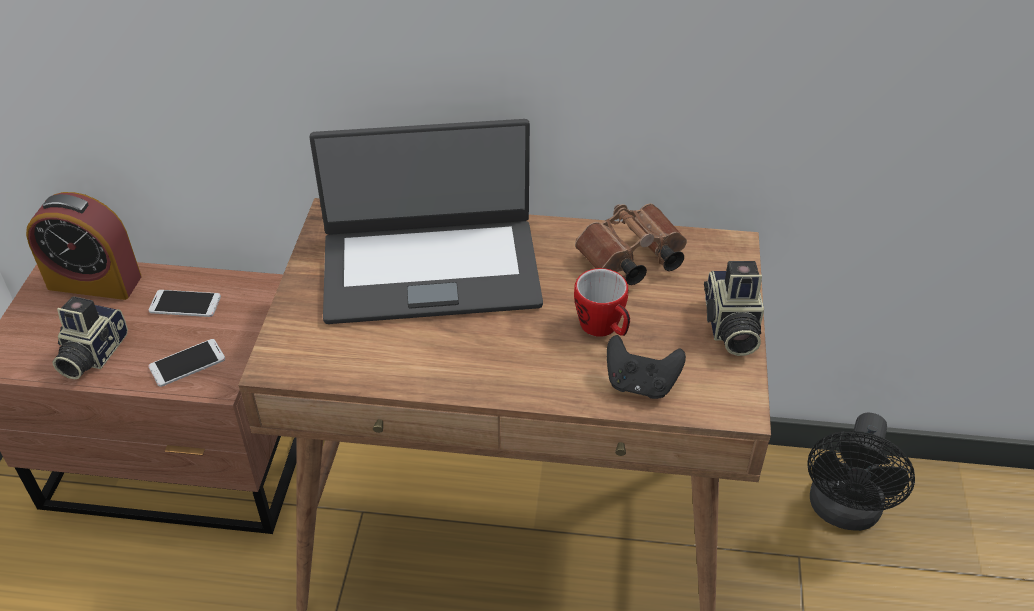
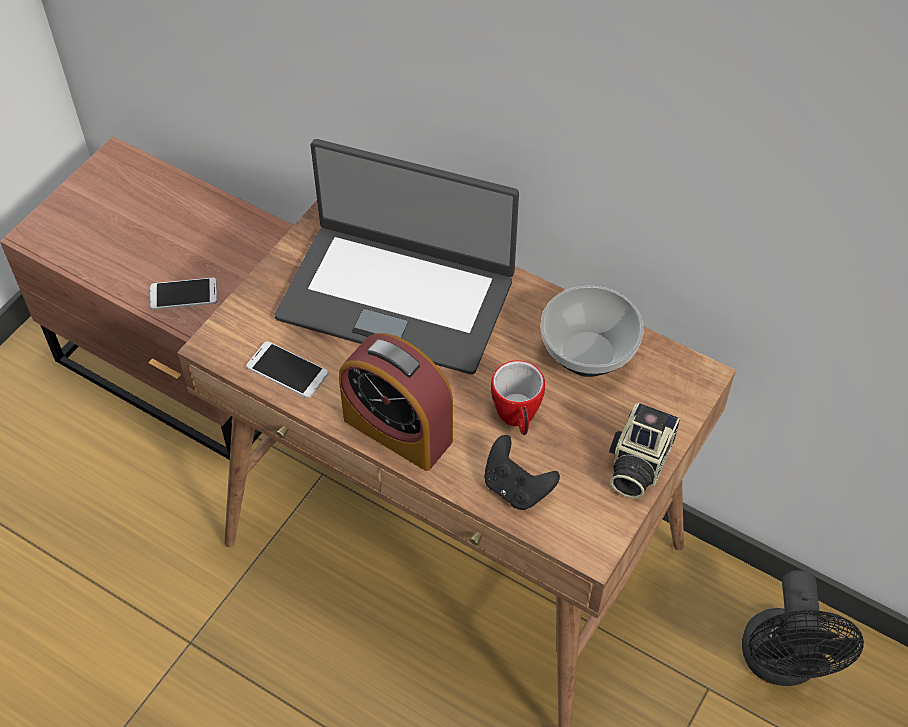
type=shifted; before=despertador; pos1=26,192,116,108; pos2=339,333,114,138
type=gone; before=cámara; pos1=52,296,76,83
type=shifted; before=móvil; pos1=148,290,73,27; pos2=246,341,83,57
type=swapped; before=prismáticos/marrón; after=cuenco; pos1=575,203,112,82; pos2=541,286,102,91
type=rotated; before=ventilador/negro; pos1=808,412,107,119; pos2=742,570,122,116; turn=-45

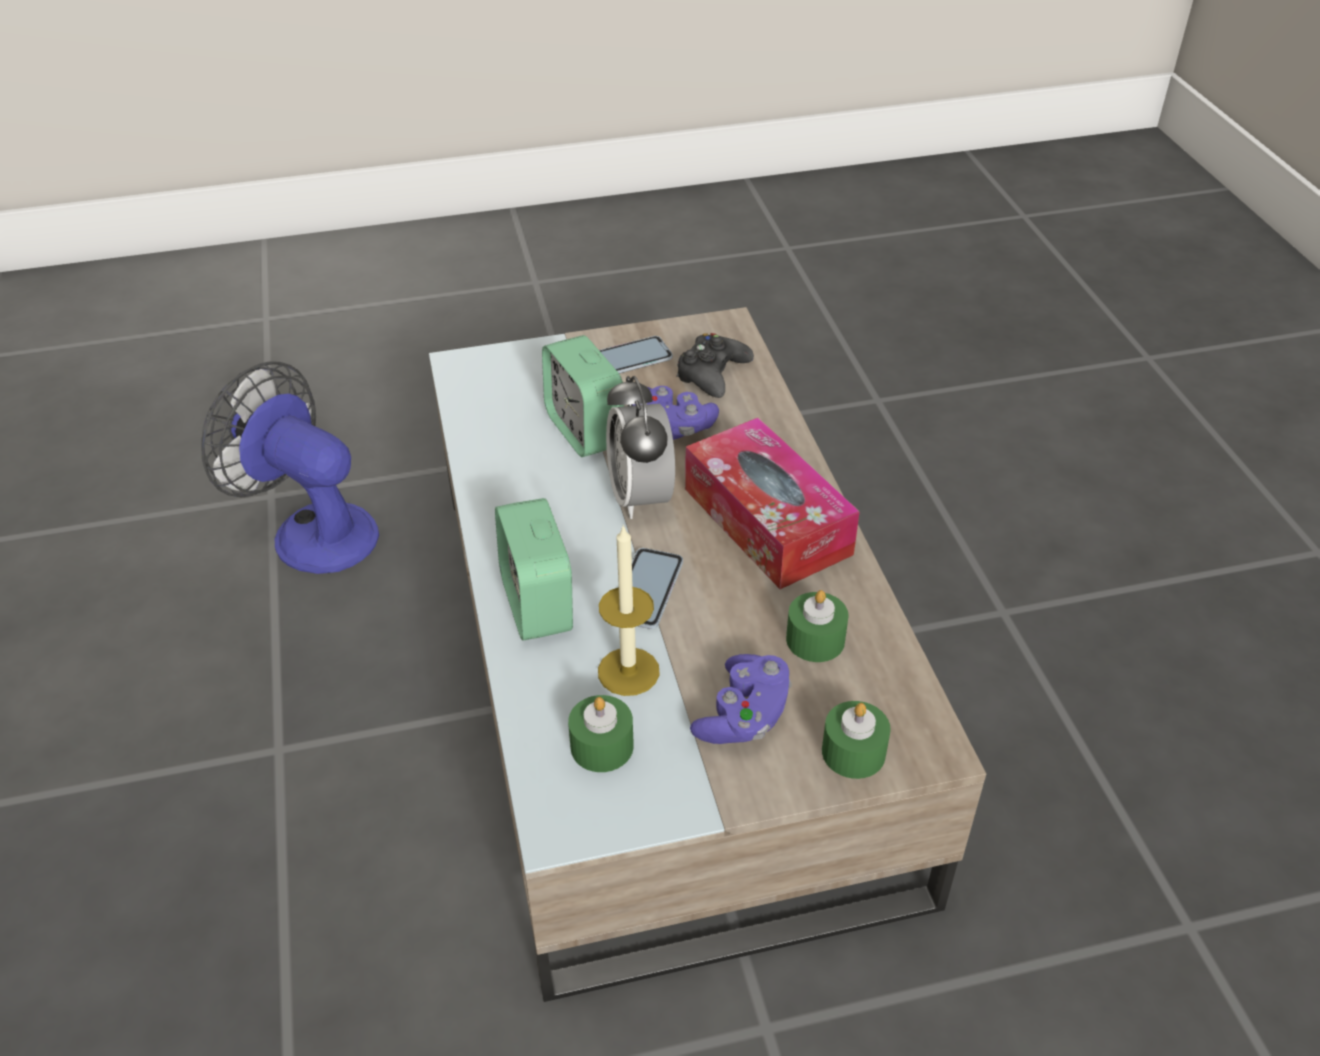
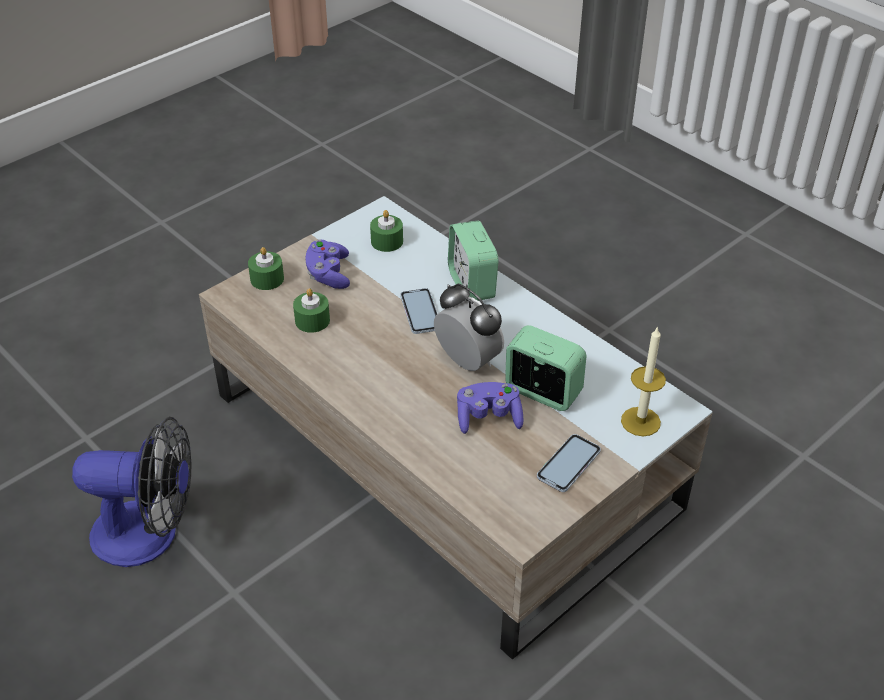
type=shifted; before=ventilador; pos1=201,361,178,213; pos2=72,417,120,150
type=rotated; before=despertador; pos1=495,498,78,143; pos2=448,221,51,80; turn=-150
type=shifted; before=vela; pos1=598,525,62,171; pos2=621,326,45,110
type=gone; before=mando de consola/negro; pos1=676,333,78,65
type=gone; before=caja de pañuelos; pos1=685,417,175,172

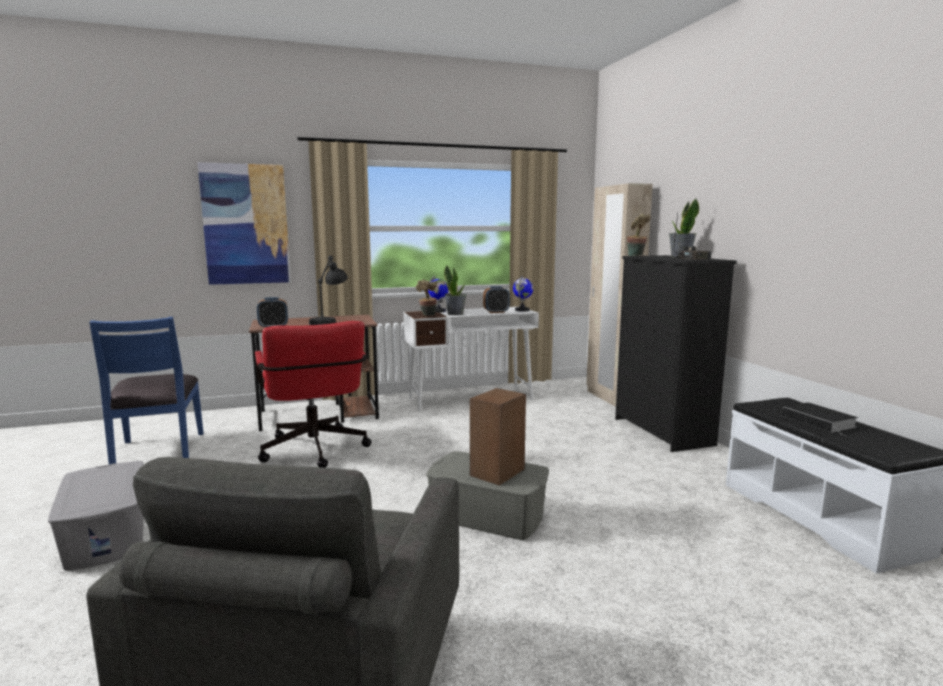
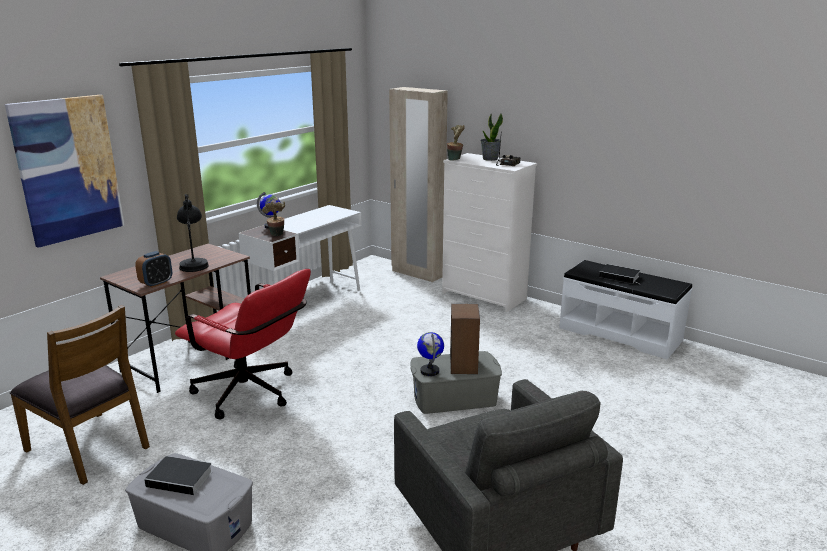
type=repainted; before=silla/azul; after=silla/marrón; pos1=89,317,115,147; pos2=10,305,140,180
type=gone; before=planta en maceta; pos1=444,265,23,50
type=gone; before=despertador; pos1=483,286,27,27
type=shifted; before=globo terráqueo; pos1=513,276,20,35; pos2=417,332,27,44
type=repainted; before=cómoda/negro; after=cómoda/blanco; pos1=615,255,121,197; pos2=442,153,95,159
type=new; after=libro; pos2=144,456,69,39

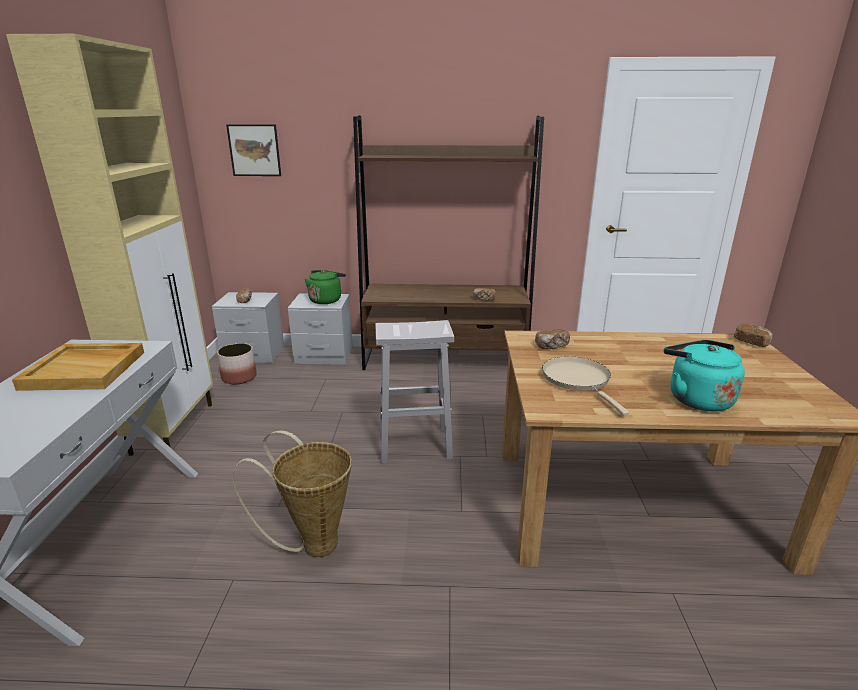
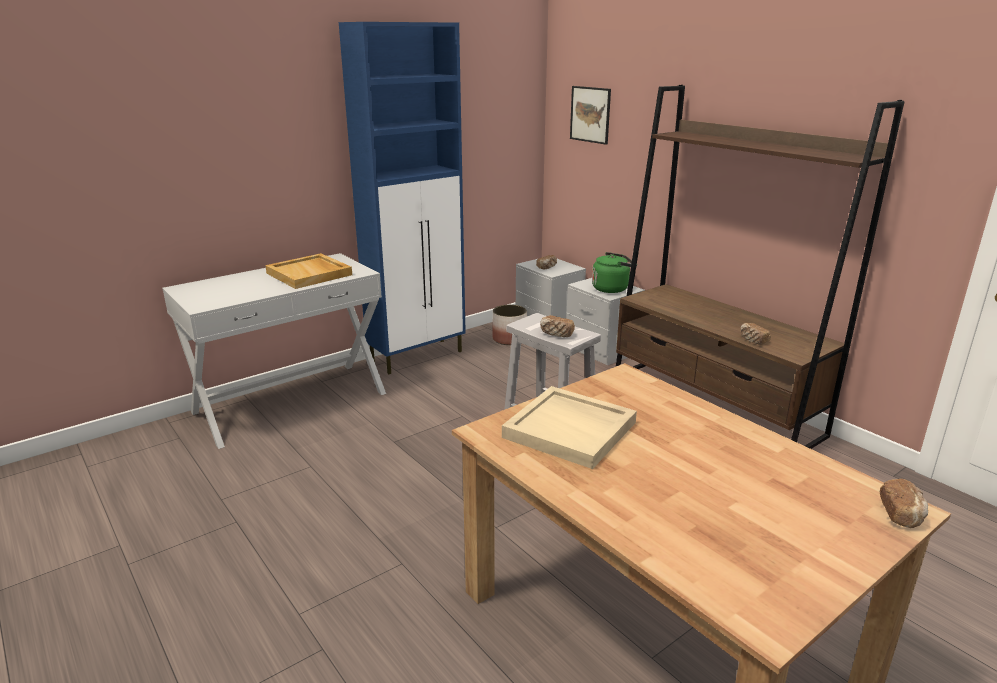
type=repainted; before=armario/beis; after=armario/azul; pos1=6,34,207,422; pos2=339,22,127,352
type=gone; before=cesta; pos1=233,430,119,127
type=shifted; before=pan; pos1=535,329,35,20; pos2=540,315,35,22
type=swapped; before=sartén/beis; after=bandeja/beis; pos1=542,356,87,59; pos2=502,386,135,83
type=gone; before=hervidor/turquesa; pos1=664,340,81,71

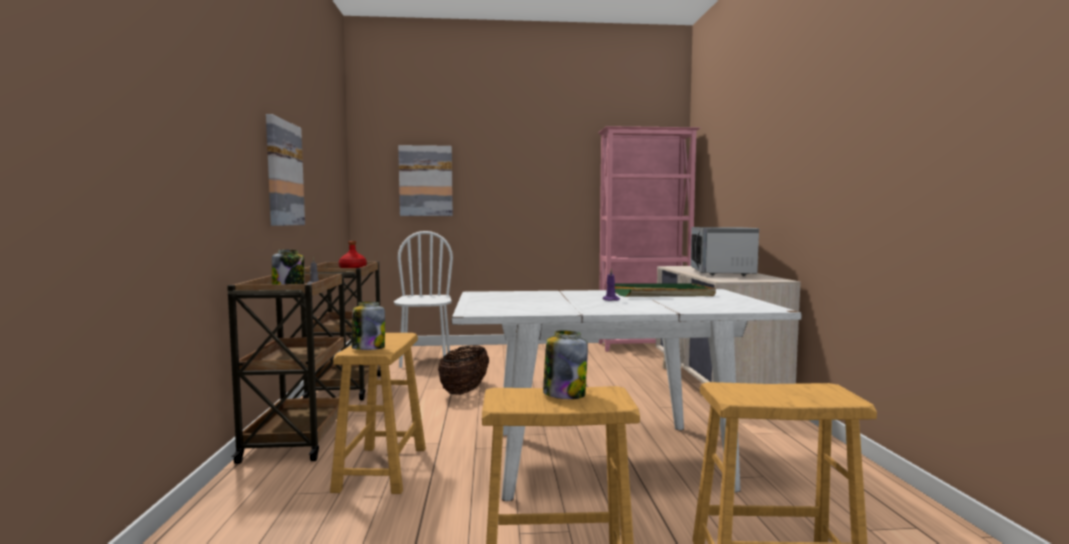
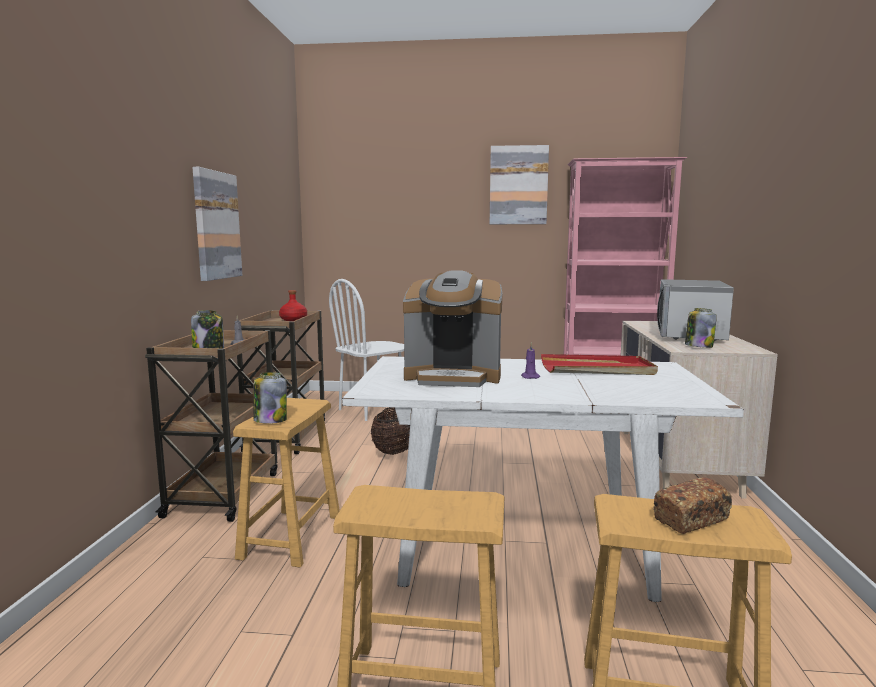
type=rotated; before=silla/blanco; pos1=394,231,59,137; pos2=329,279,75,142; turn=-135
type=shifted; before=cuadro; pos1=398,145,55,71; pos2=490,145,59,79
type=shifted; before=tarro; pos1=543,330,45,69; pos2=685,308,32,40
type=repainted; before=bandeja/verde; after=bandeja/rojo; pos1=615,283,101,14; pos2=541,354,117,21
type=new; after=cafetera; pos2=403,270,99,117
type=new; after=pan; pos2=653,477,79,57

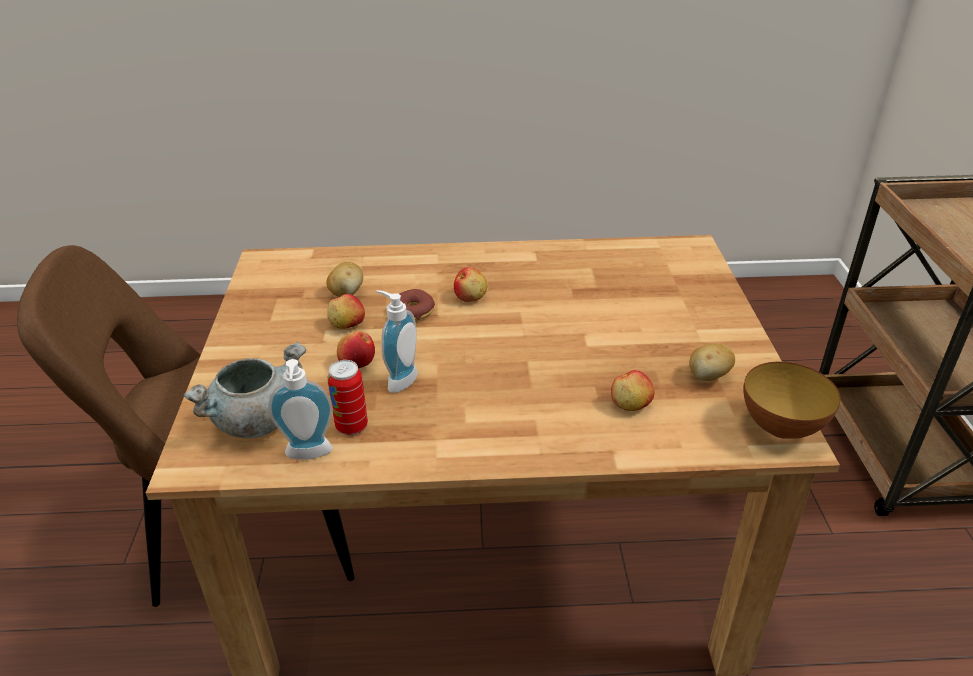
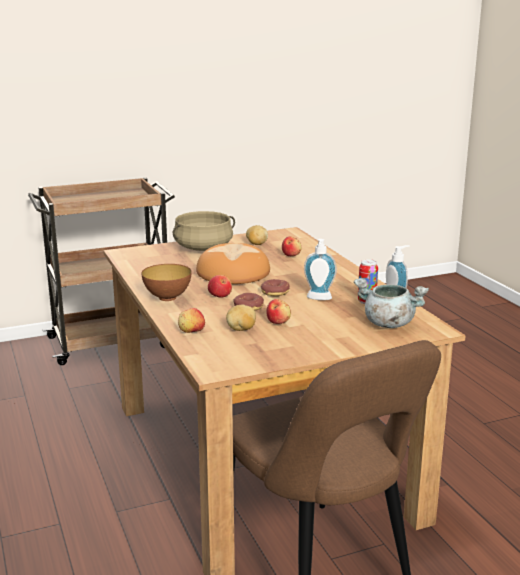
type=shifted; before=manzana; pos1=337,331,38,37; pos2=178,308,27,25
type=shifted; before=cuenco; pos1=743,362,98,77; pos2=141,264,51,37
type=new; after=olla/beis; pos2=173,211,62,40
type=new; after=pan; pos2=196,243,74,41
type=new; after=rosquilla; pos2=261,279,29,17

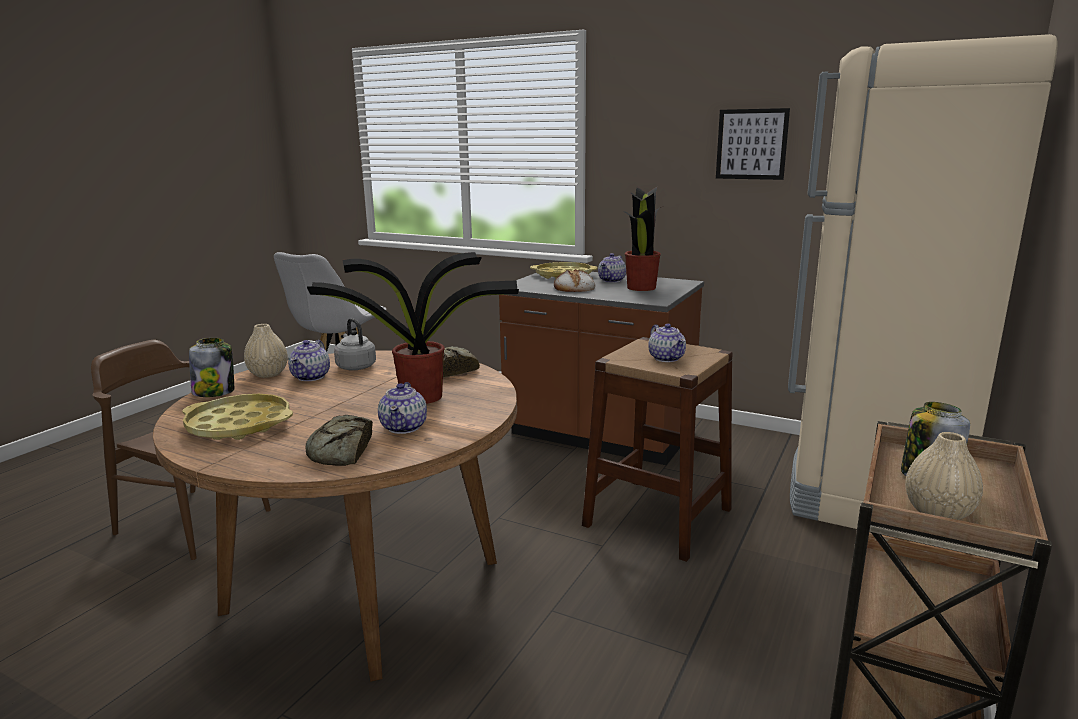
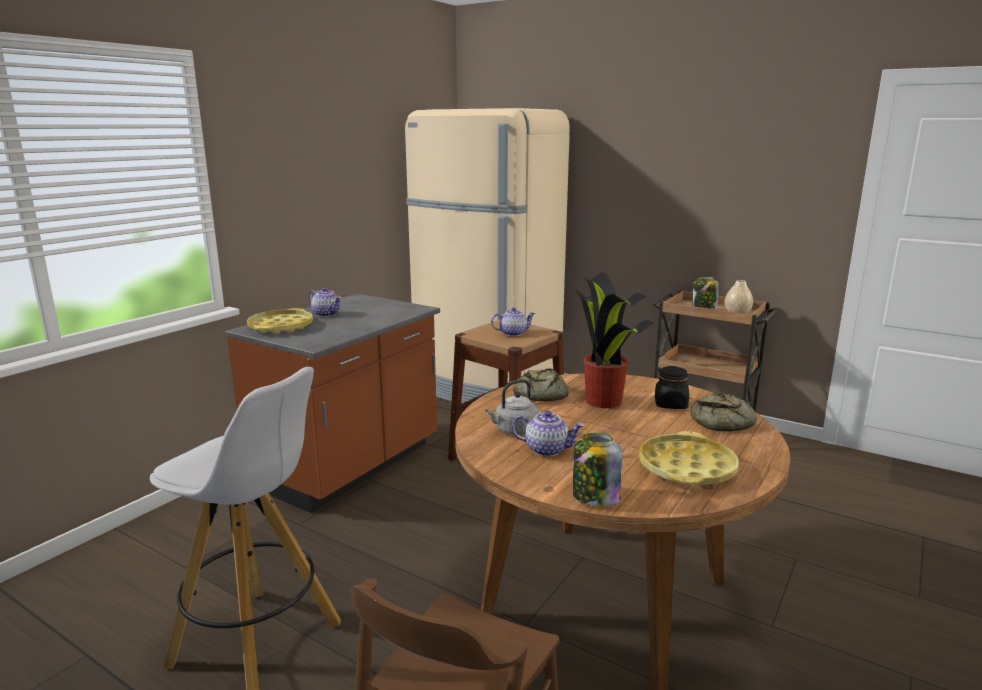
type=gone; before=florero/beis; pos1=244,324,44,54
type=swapped; before=tetera; after=tarro/negro; pos1=378,382,49,52; pos2=655,366,34,43
type=gone; before=pan; pos1=554,269,41,23
type=gone; before=planta en maceta; pos1=623,186,38,105
type=gone; before=cuadro; pos1=716,108,74,72

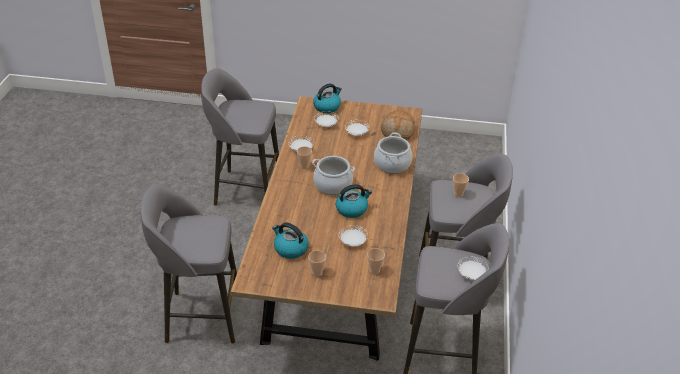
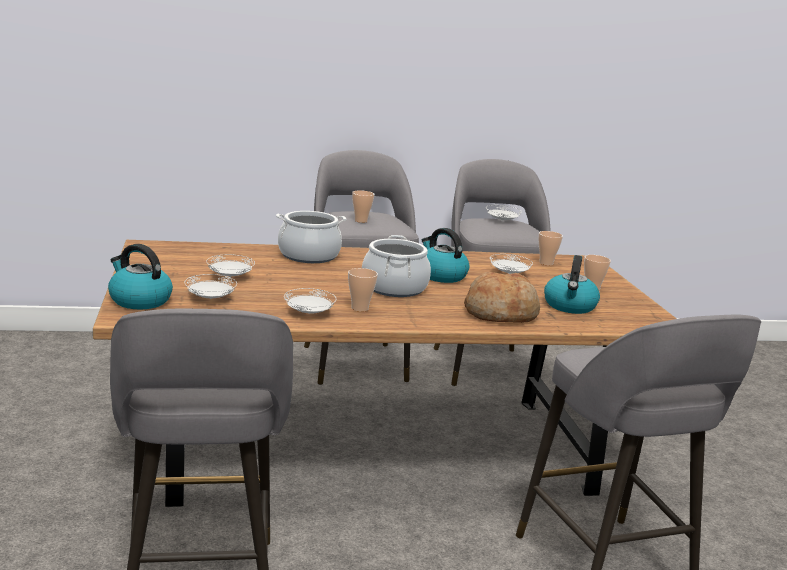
type=shifted; before=pan; pos1=381,110,34,30; pos2=464,272,76,51

